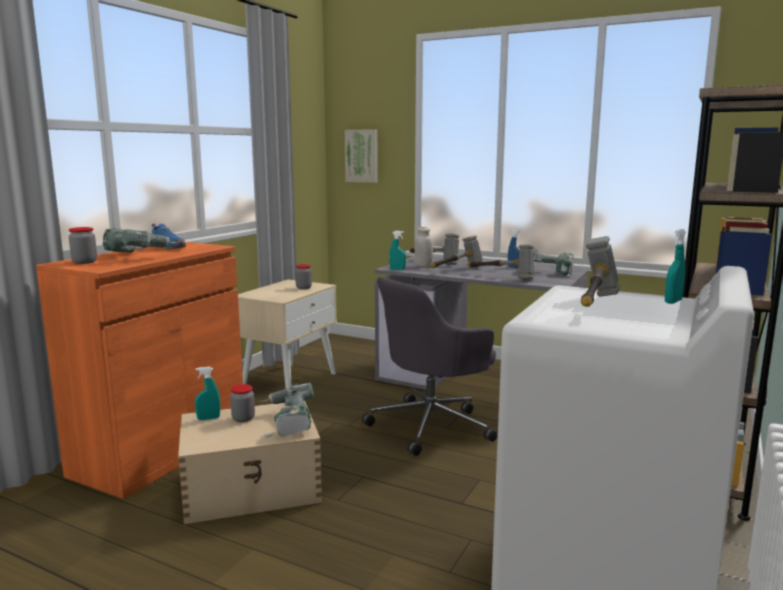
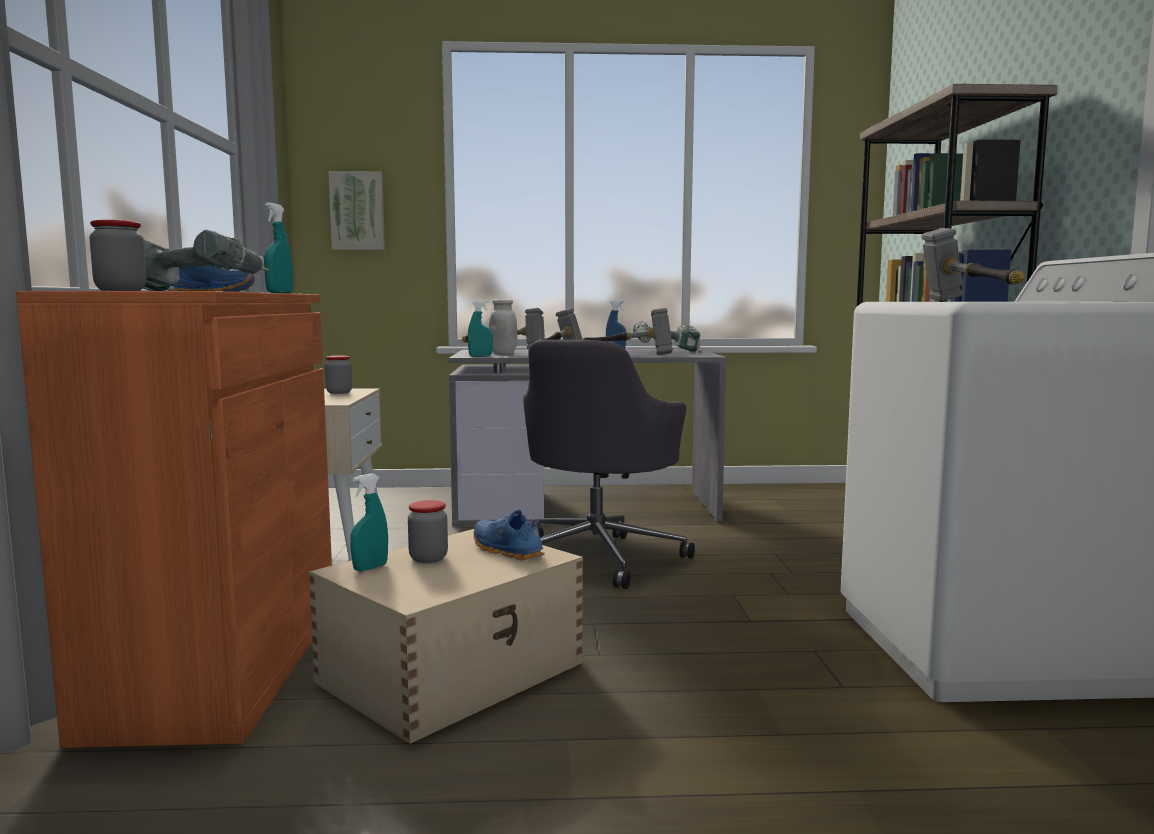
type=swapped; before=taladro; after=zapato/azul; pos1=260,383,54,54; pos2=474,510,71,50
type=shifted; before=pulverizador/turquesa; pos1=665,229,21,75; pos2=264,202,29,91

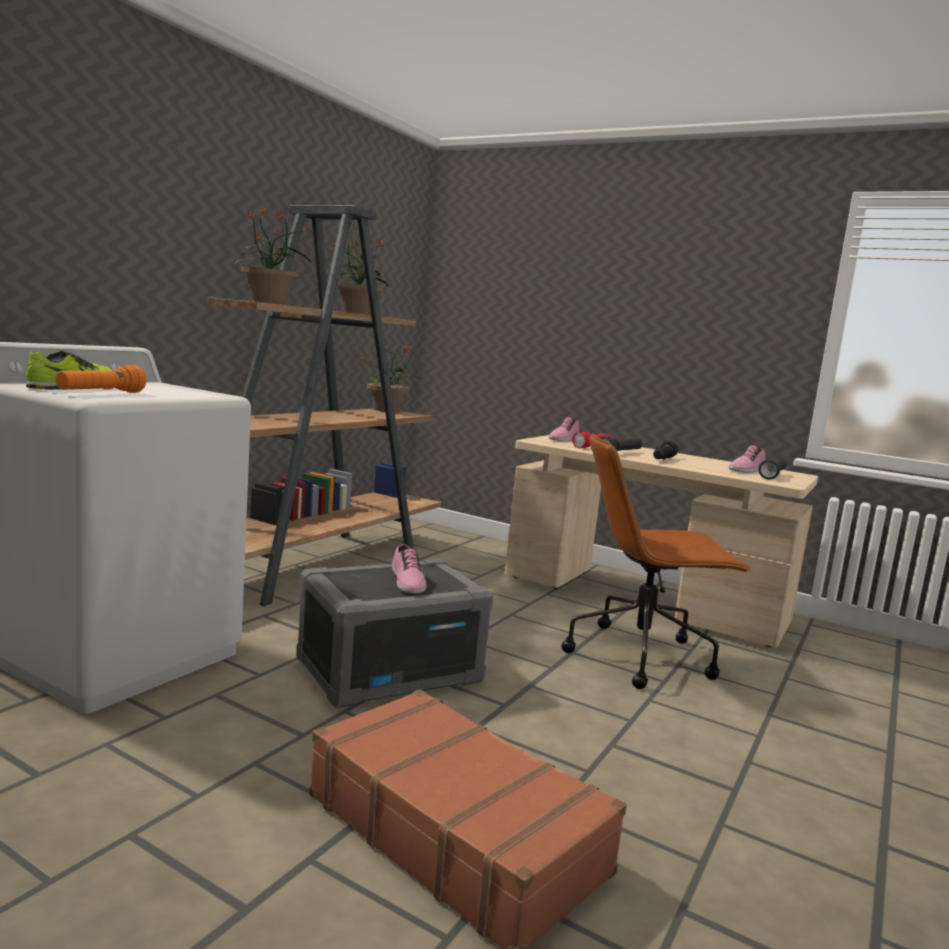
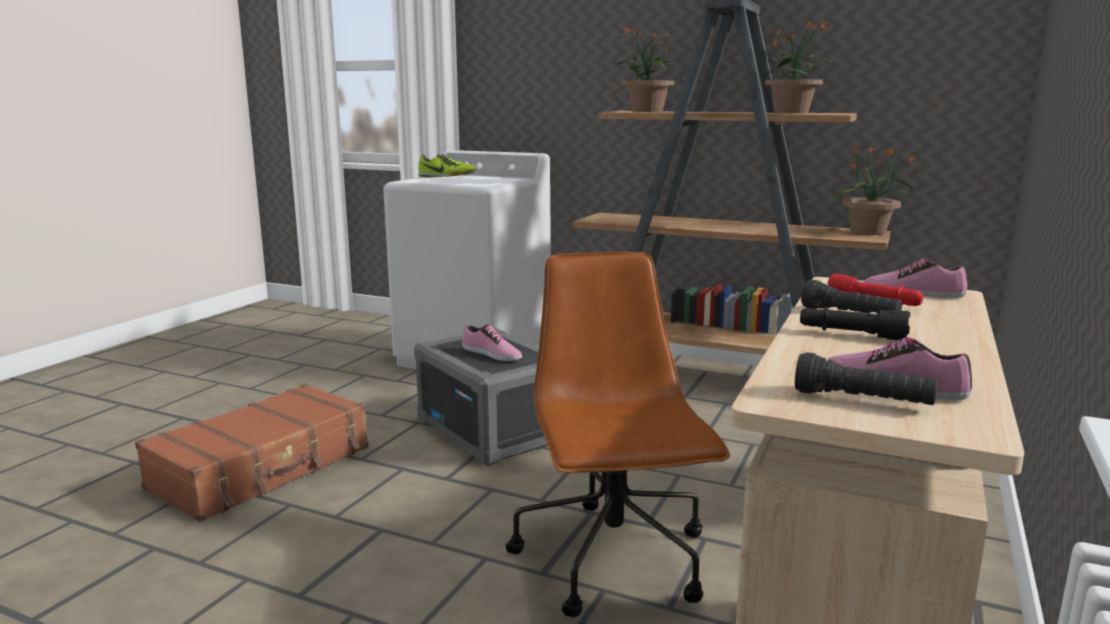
type=gone; before=linterna/naranja; pos1=55,365,91,28
type=rotated; before=zapato; pos1=392,544,34,49; pos2=462,325,60,36; turn=-120

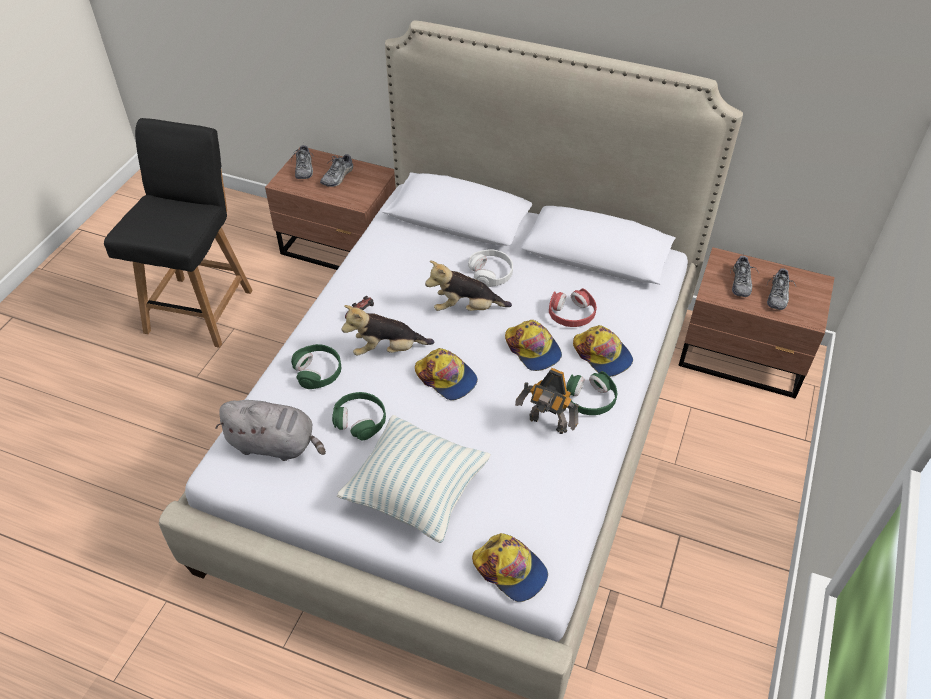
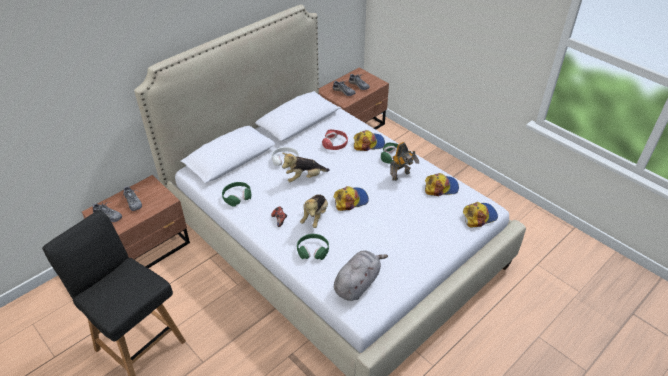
type=shifted; before=auriculares/verde; pos1=332,392,54,49; pos2=222,182,29,25
type=gone; before=cojín; pos1=337,415,154,128
type=rotated; before=peluche; pos1=425,261,87,50; pos2=282,153,48,29; turn=45
type=shifted; before=gorra; pos1=505,320,57,51; pos2=425,173,34,23

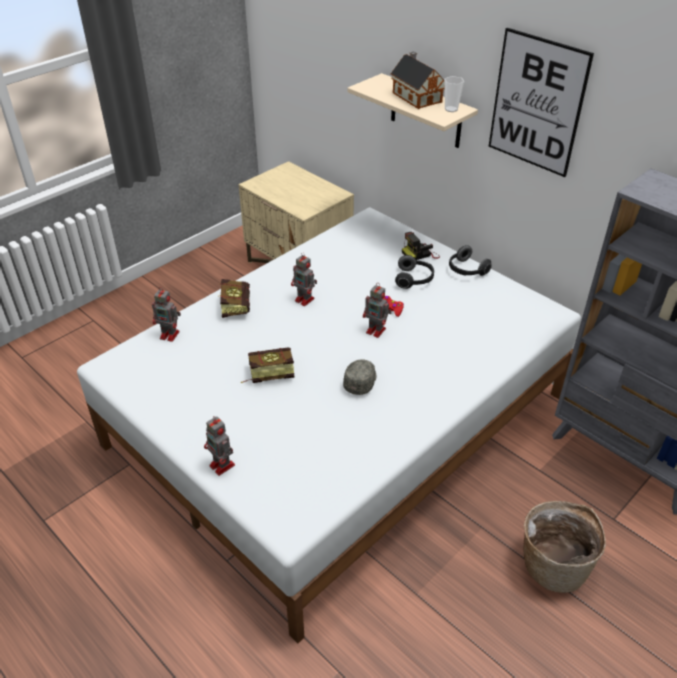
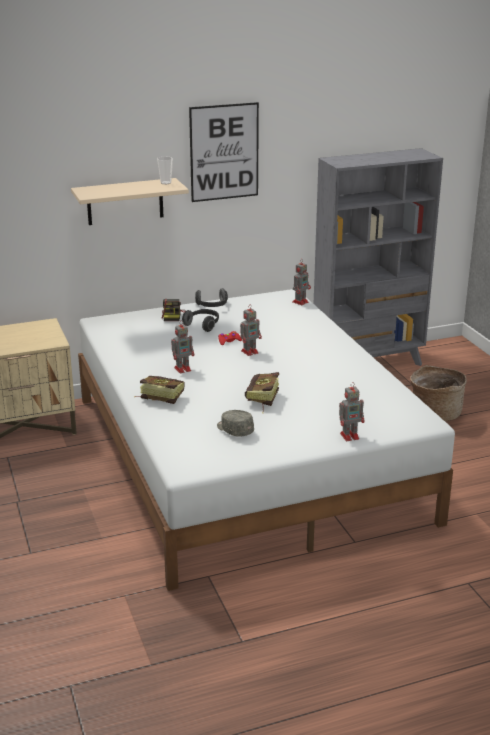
type=shifted; before=robot de juguete; pos1=152,287,29,55; pos2=292,260,19,45
type=shifted; before=gorra/gris; pos1=343,359,33,36; pos2=217,410,37,27
type=gone; before=casita; pos1=390,51,54,58

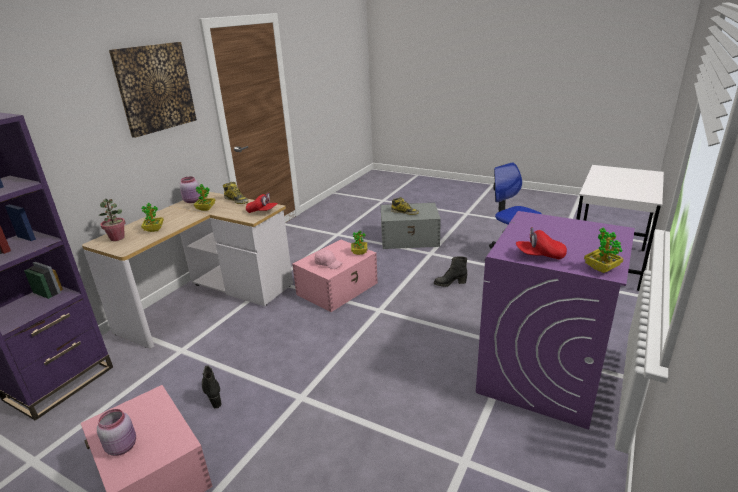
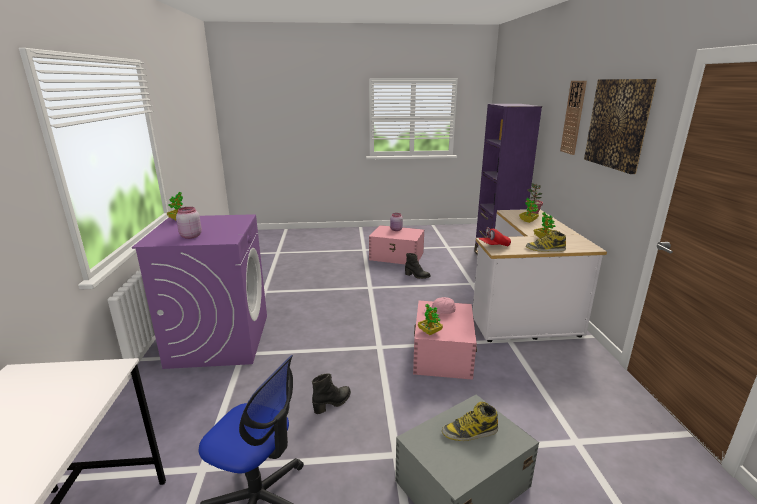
type=shifted; before=tarro/rosa; pos1=179,177,22,26; pos2=176,207,26,32
type=gone; before=gorra/rojo; pos1=516,227,51,33
type=new; after=reloj de pared; pos2=560,81,27,74

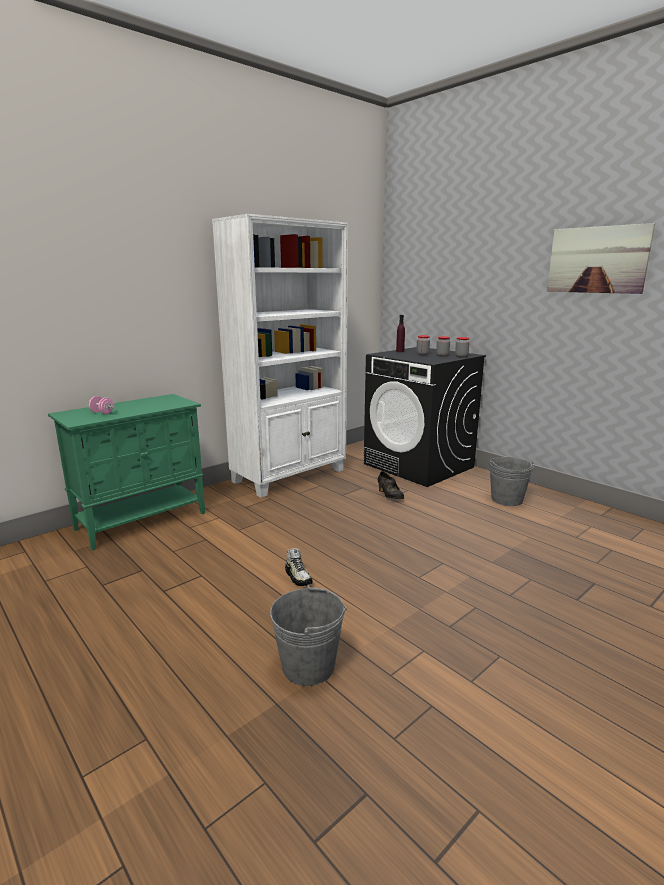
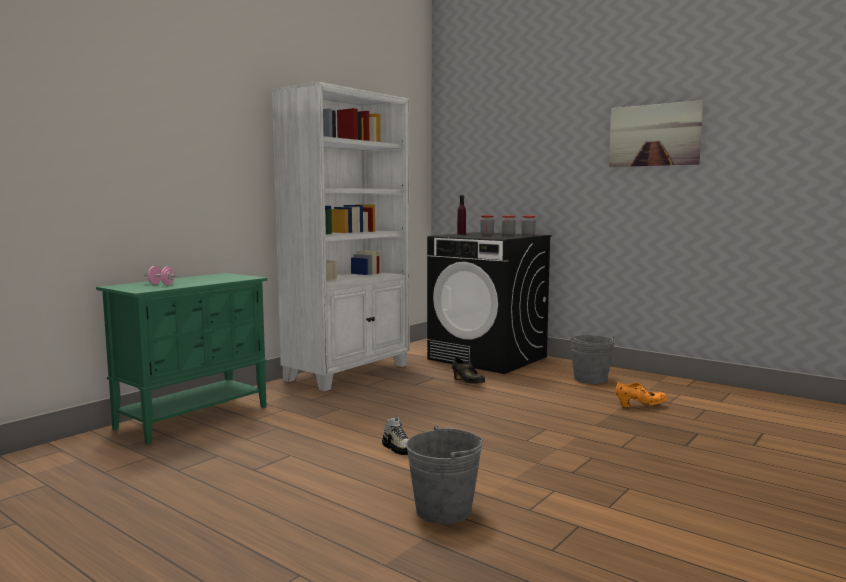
type=new; after=zapato/naranja; pos2=616,382,51,25

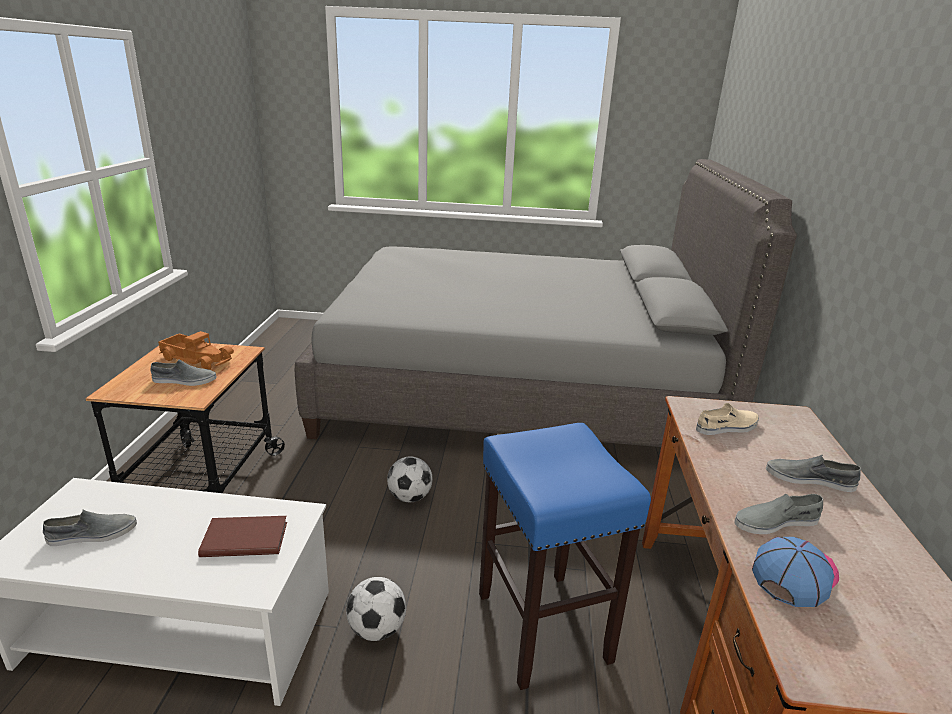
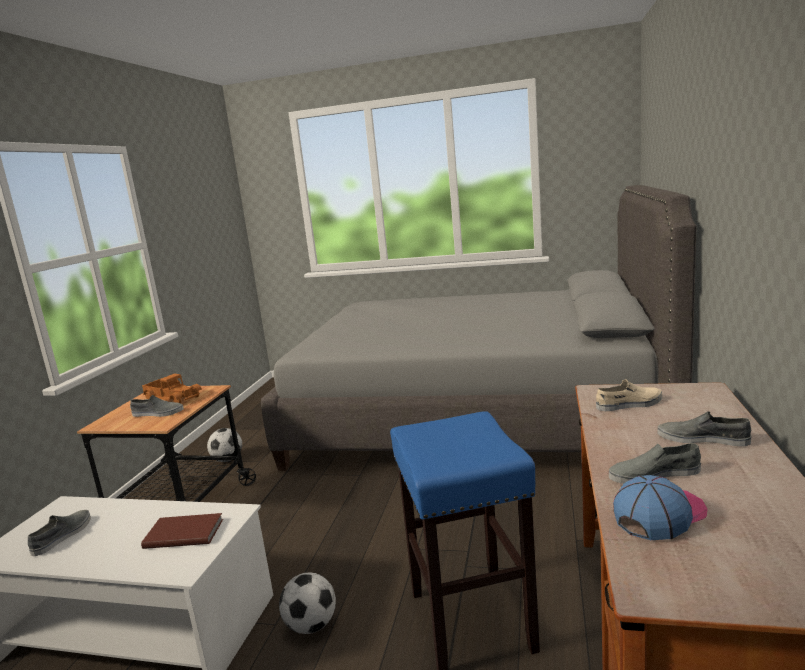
type=rotated; before=zapato/gris; pos1=43,510,94,36; pos2=28,510,63,46; turn=-60
type=shifted; before=balón de fútbol; pos1=387,457,46,45; pos2=207,428,35,33

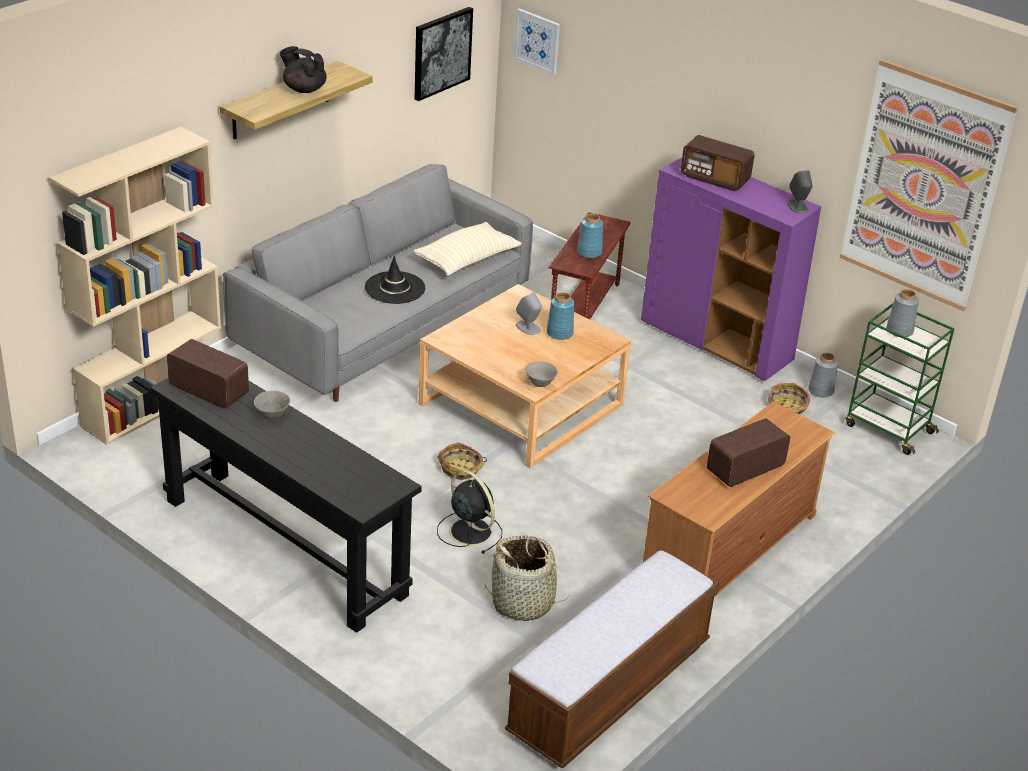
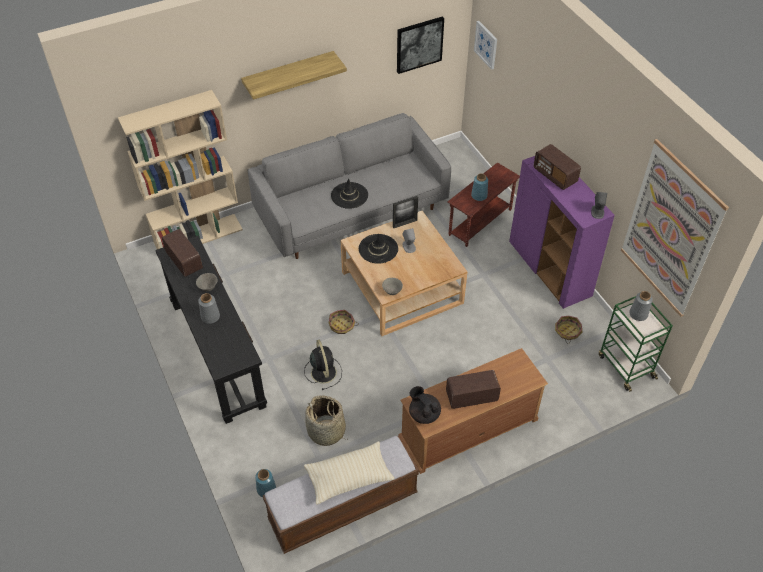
type=shifted; before=tetera/negro; pos1=280,46,47,47; pos2=409,386,32,38
type=shifted; before=cojín/beis; pos1=413,222,109,54; pos2=304,441,91,64
type=shifted; before=florero/azul; pos1=547,292,27,48; pos2=255,469,21,28
type=shifted; before=florero/gris; pos1=808,352,30,45; pos2=198,293,22,31
type=new; after=sombrero/negro; pos2=359,234,39,30
type=new; after=portarretratos; pos2=393,196,25,32

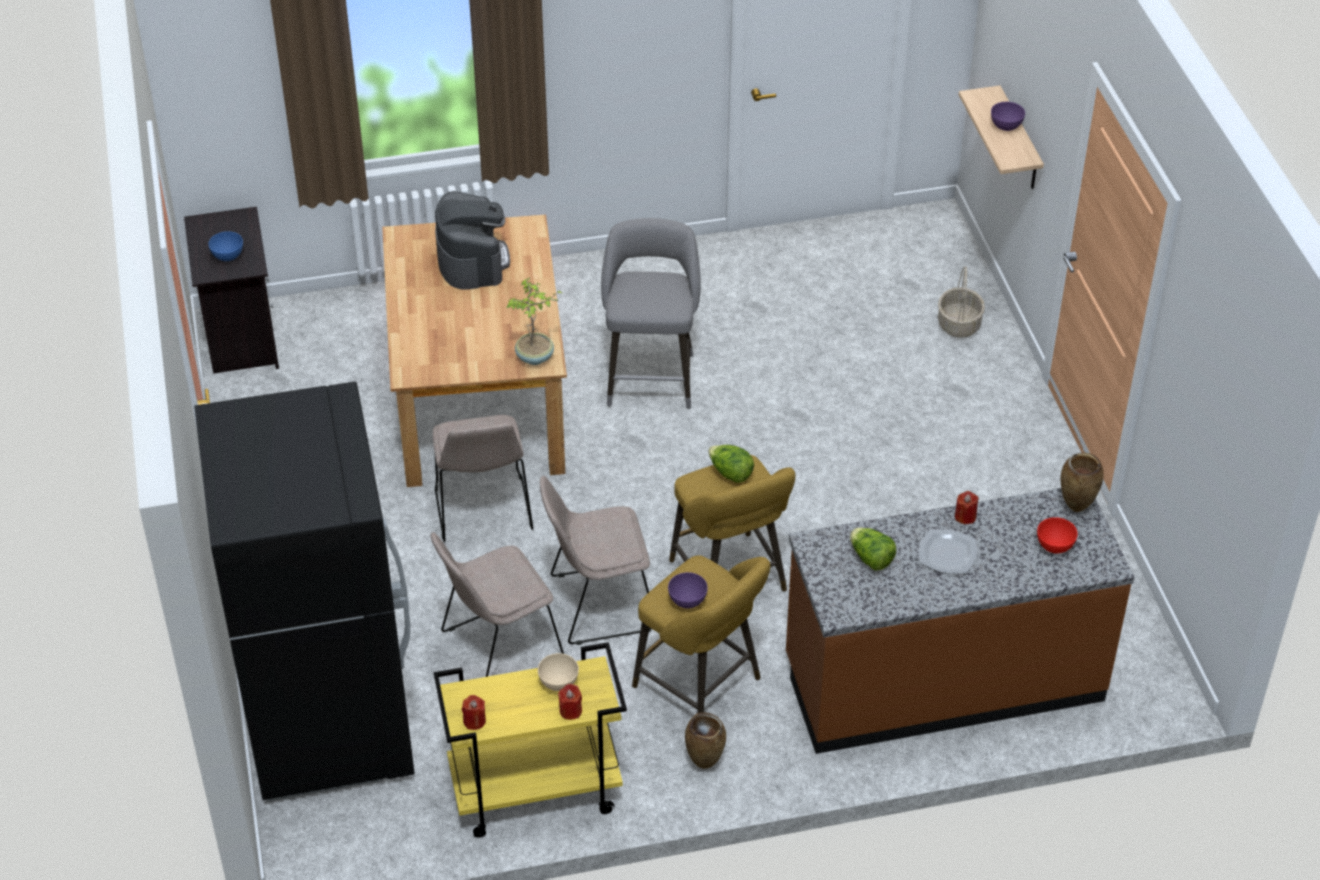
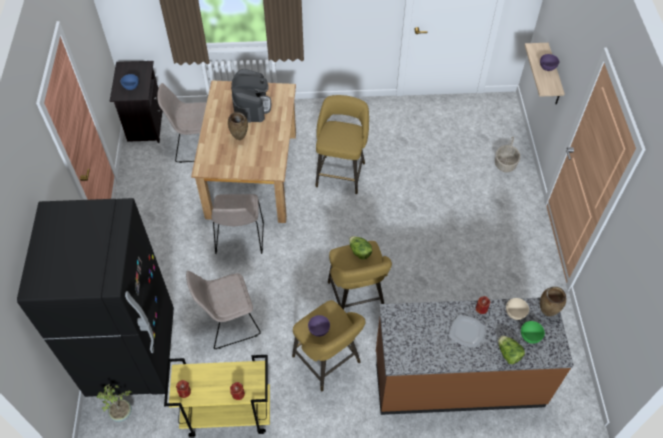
type=shifted; before=planta en maceta; pos1=506,277,56,88; pos2=96,384,36,38
type=shifted; before=cuenco/beis; pos1=538,653,41,38; pos2=506,298,23,22
type=shifted; before=silla/beis; pos1=540,476,111,169; pos2=157,83,50,80
type=repainted; before=taburete/gris; after=taburete/amarillo; pos1=601,218,100,191; pos2=315,95,54,99
type=shifted; before=florero/marrón; pos1=685,712,41,57; pos2=228,112,20,28
type=shifted; before=lechuga; pos1=850,528,46,43; pos2=498,336,27,28
type=repainted; before=cuenco/rojo; after=cuenco/verde; pos1=1037,517,41,37; pos2=521,321,24,23

